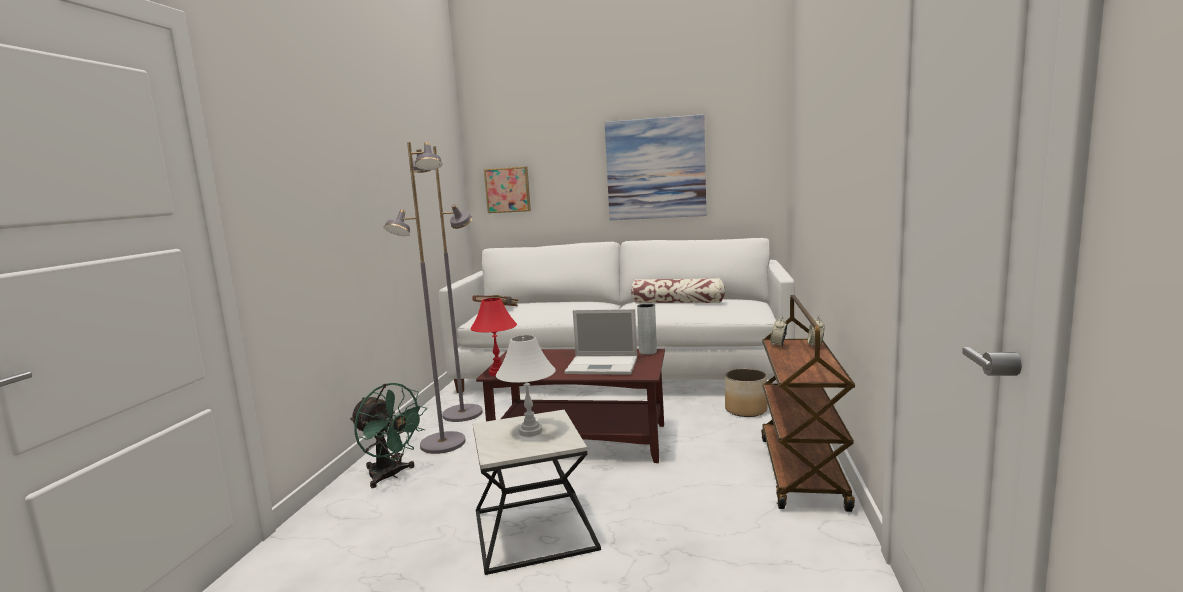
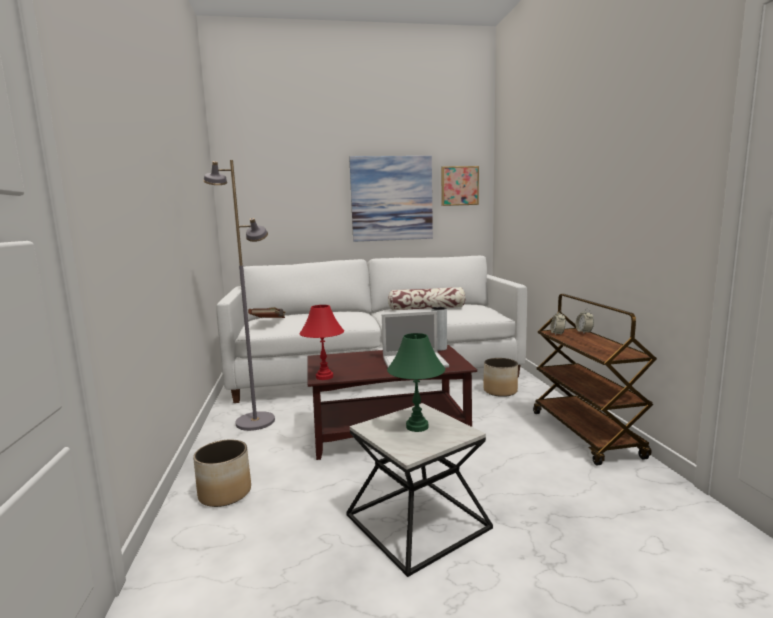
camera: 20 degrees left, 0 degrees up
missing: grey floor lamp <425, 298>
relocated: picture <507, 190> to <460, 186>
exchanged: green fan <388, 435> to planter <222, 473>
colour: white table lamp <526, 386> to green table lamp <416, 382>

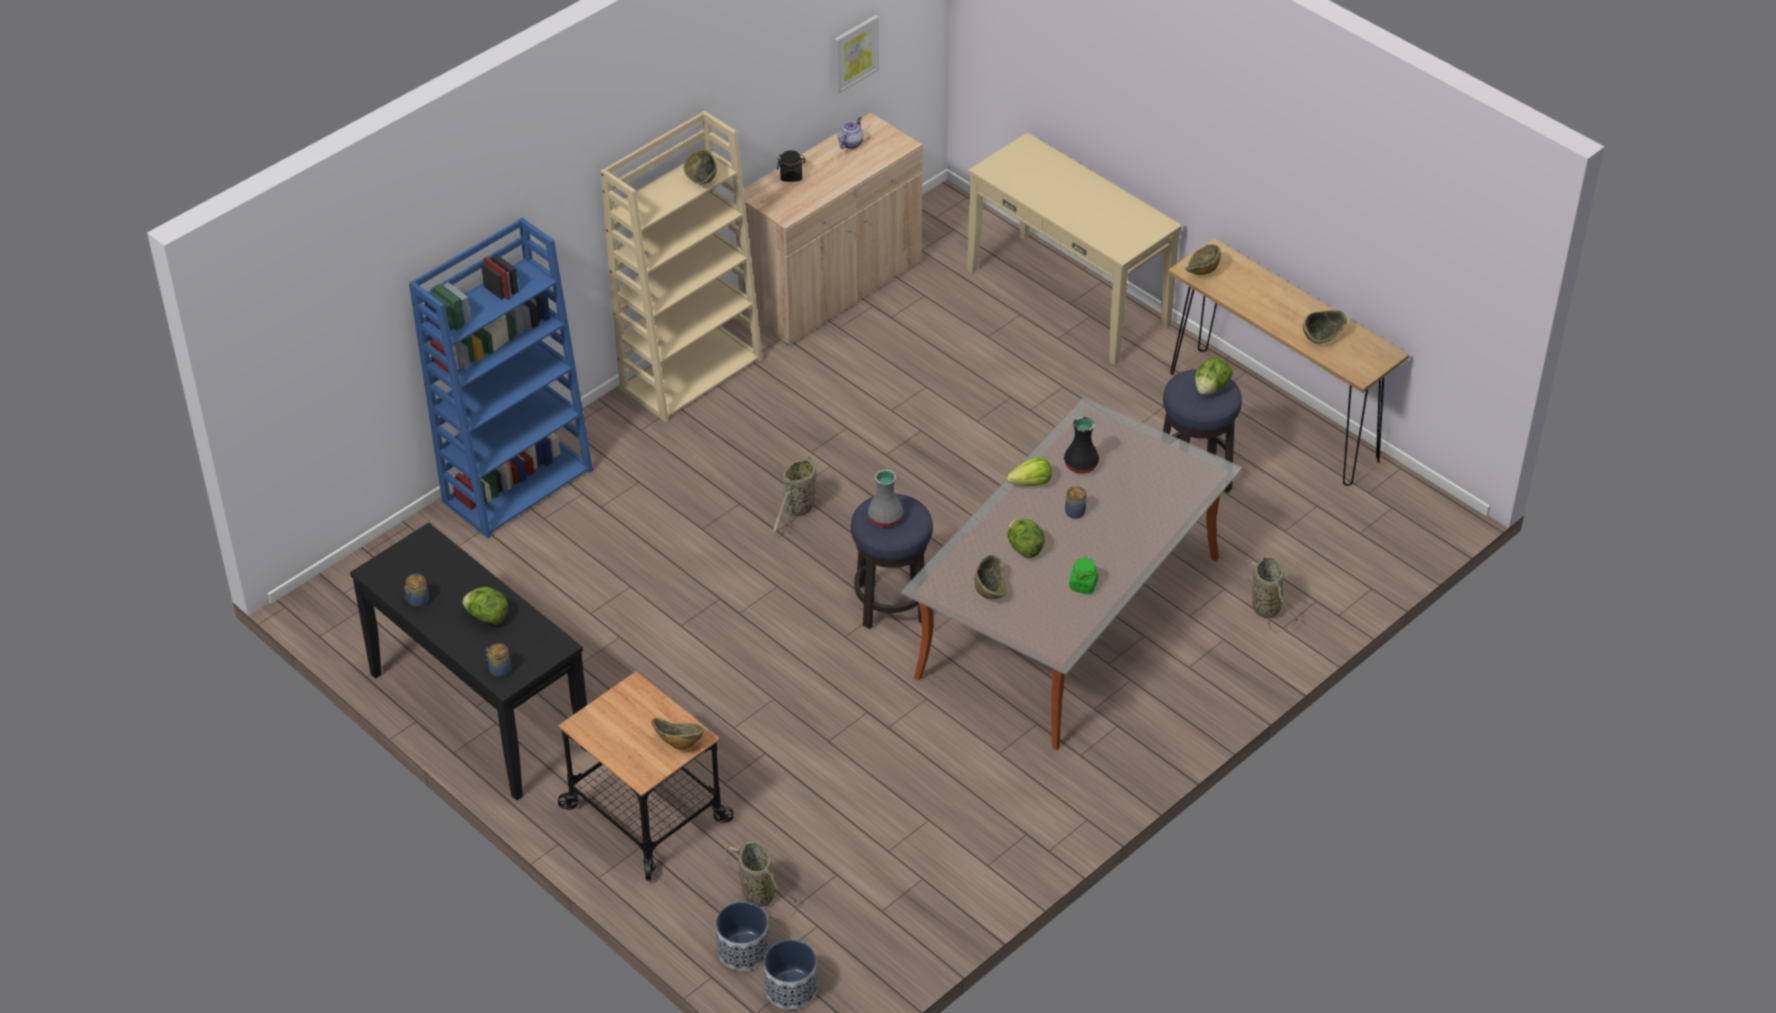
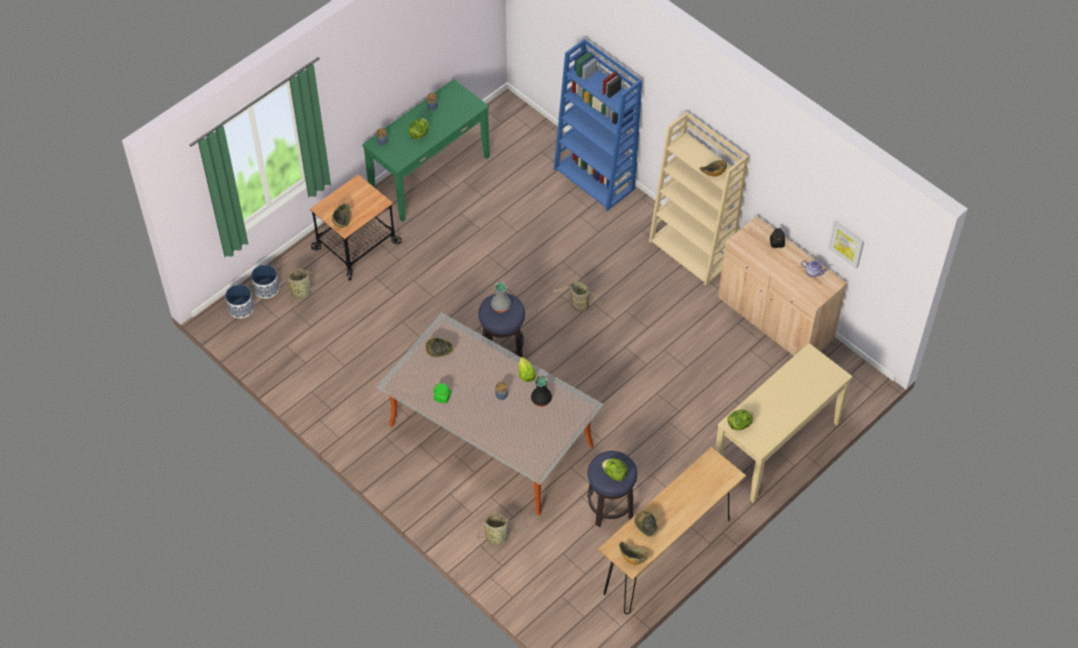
camera: 90 degrees right, 10 degrees up
relocated: bowl <1203, 259> to <633, 553>; lettuce <1026, 538> to <741, 419>
colour: black console table <468, 662> to green console table <426, 150>

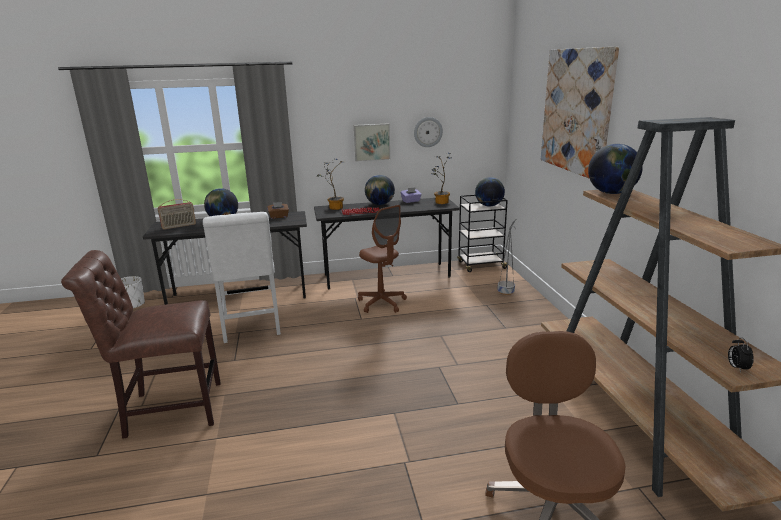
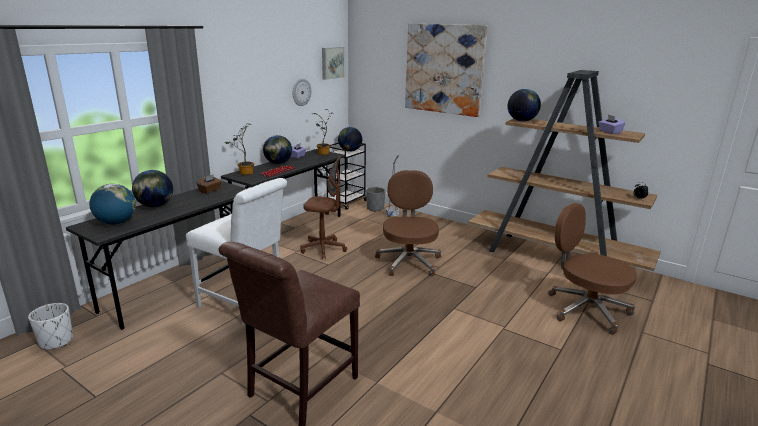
camera: 45 degrees left, 0 degrees up
appeared: purple tissue box <612, 124>; brown office chair <408, 223>; grey planter <375, 199>
relocated: picture <372, 142> to <333, 63>
exchanged: radio <177, 214> to globe <112, 204>

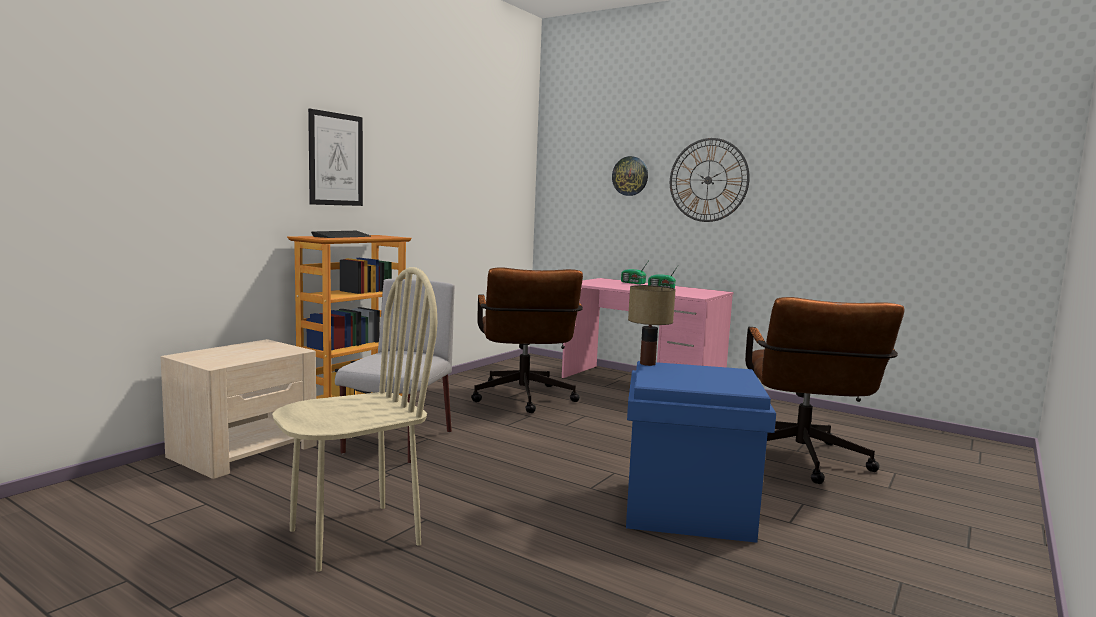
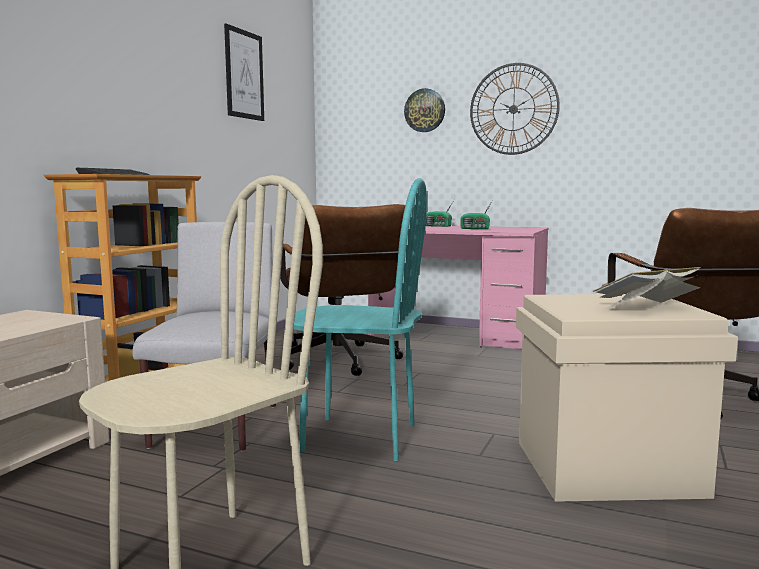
camera: 10 degrees left, 0 degrees up
missing: table lamp <652, 325>
appeared: turquoise chair <356, 319>; book <647, 288>
relocated: picture <335, 157> to <244, 72>
colour: blue storage box <701, 452> to beige storage box <627, 398>

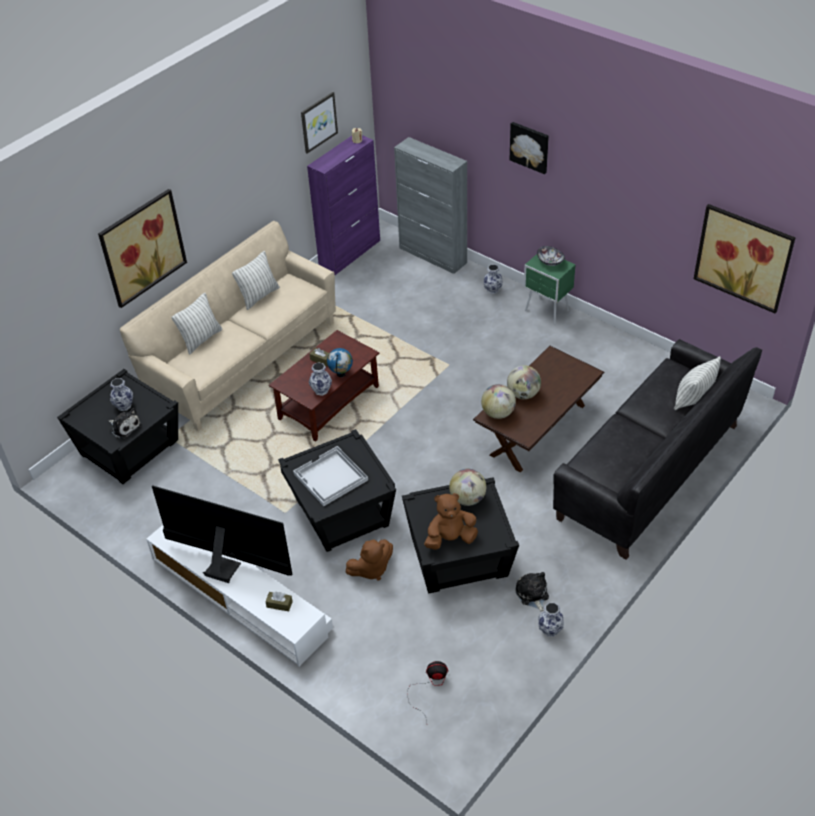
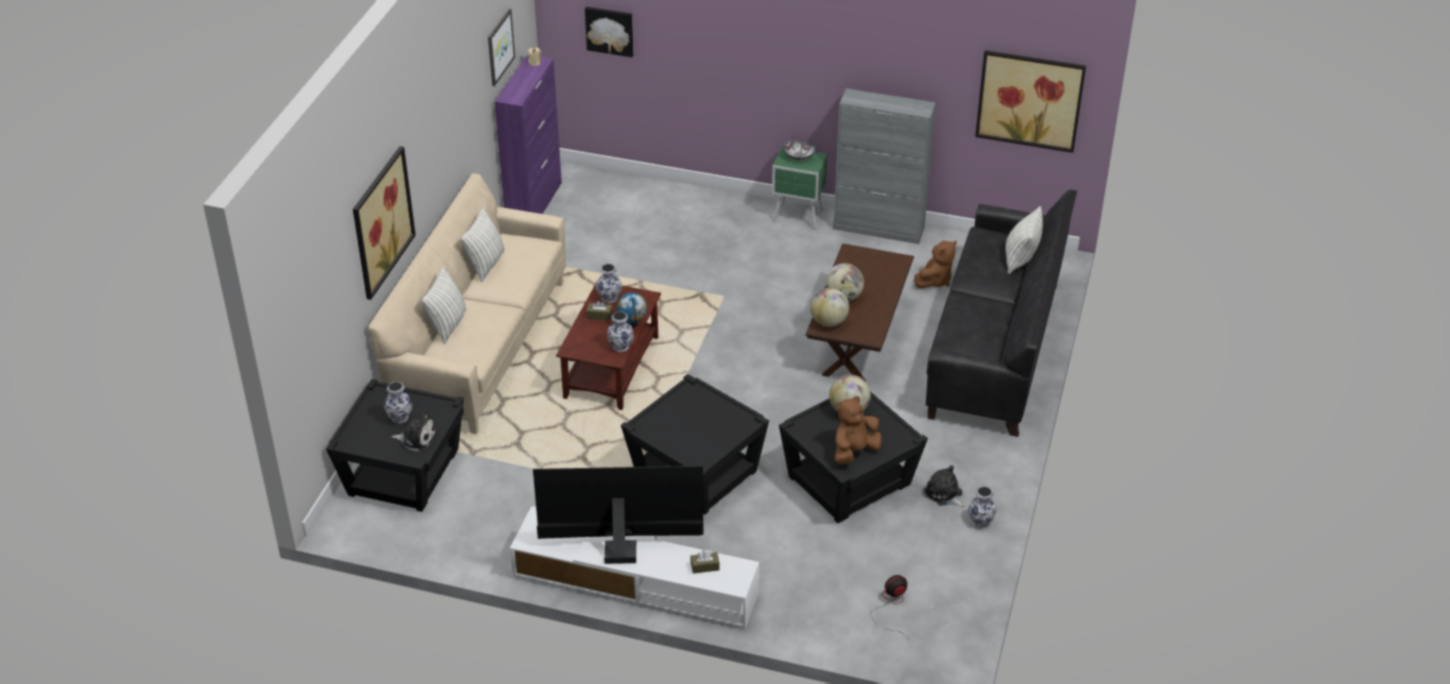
camera: 25 degrees left, 5 degrees down
missing: white tray <330, 476>
relocated: picture <529, 148> to <609, 32>; grey cabinet <430, 205> to <884, 166>; vase <493, 279> to <608, 283>; brown plush toy <369, 560> to <935, 264>

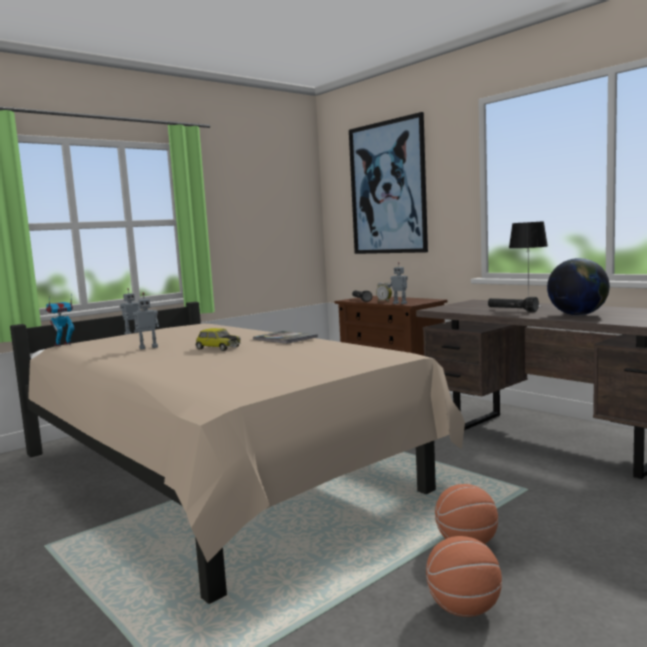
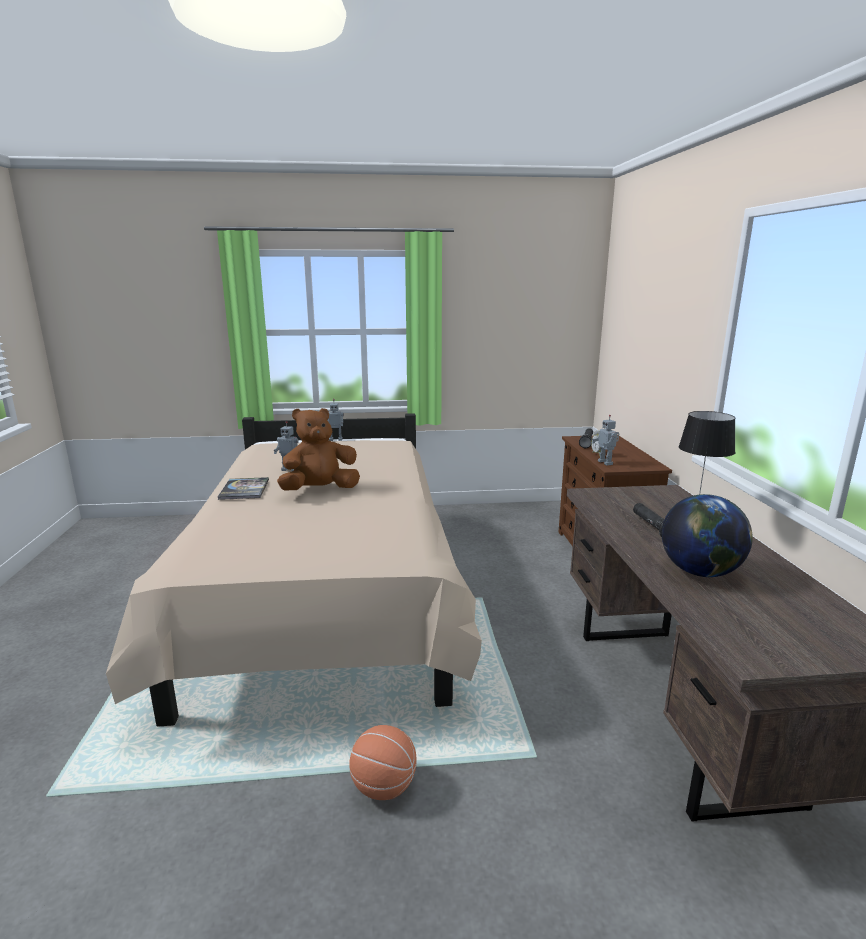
camera: 35 degrees right, 10 degrees up
missing: picture <388, 183>; toy robot <60, 320>; basketball <464, 576>
relocated: book <285, 337> to <243, 488>
exchanged: toy car <218, 339> to brown plush toy <318, 449>

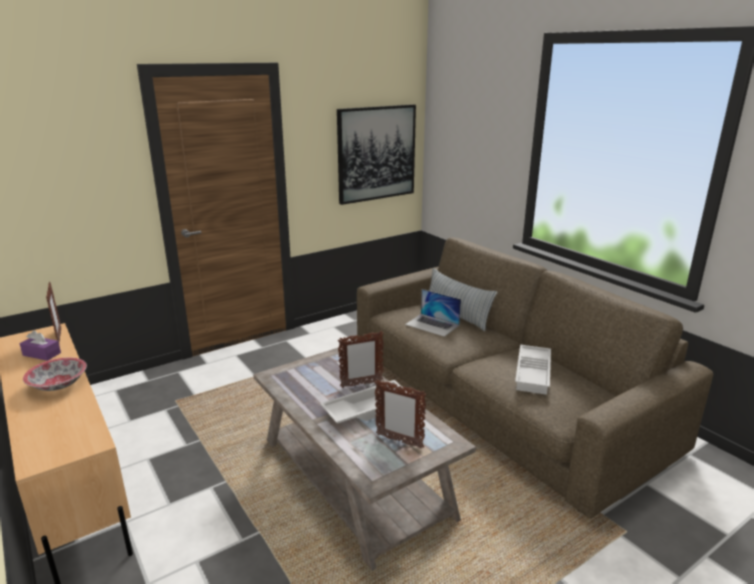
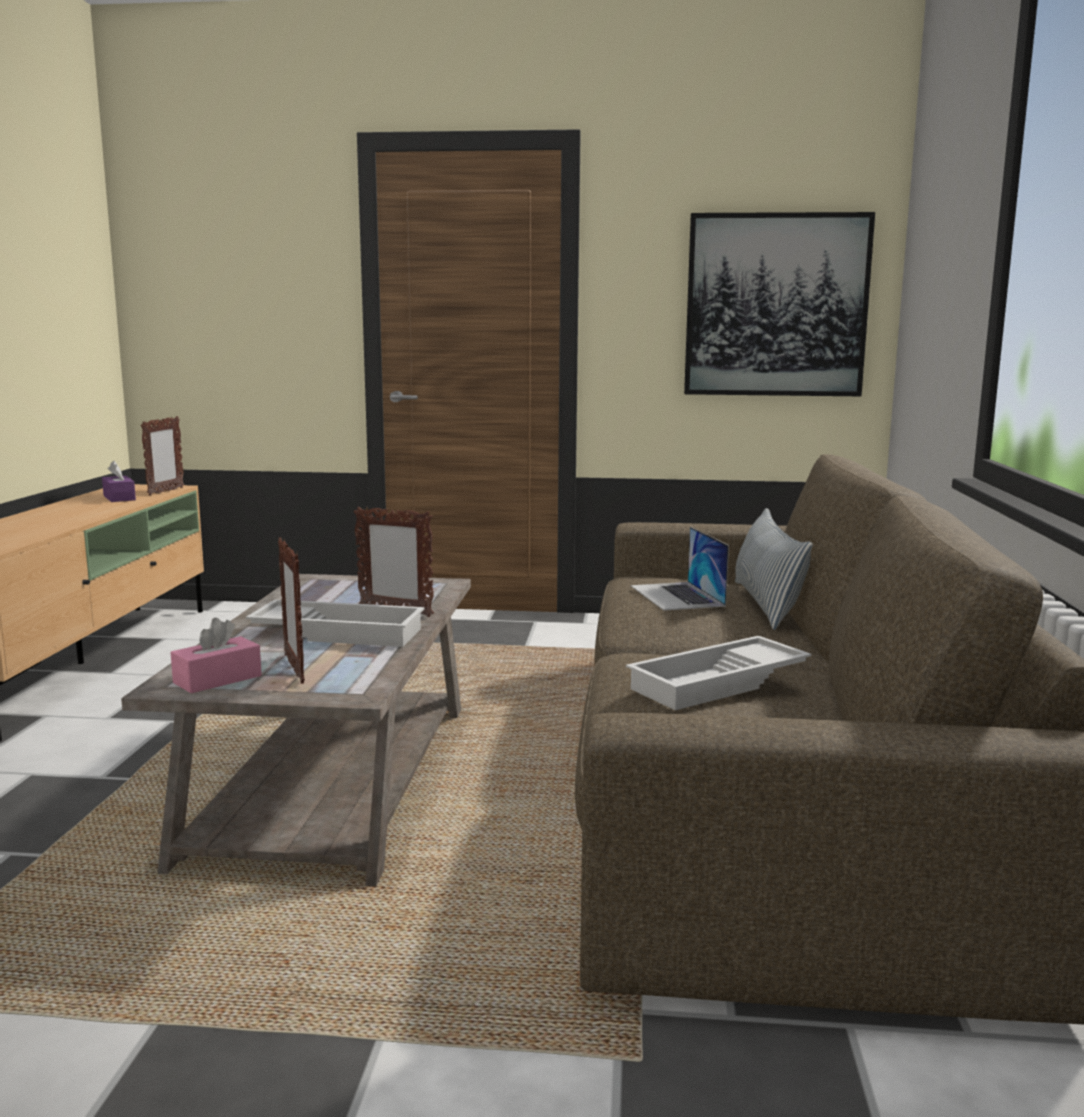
camera: 40 degrees right, 10 degrees down
missing: bowl <55, 374>
appeared: pink tissue box <216, 655>

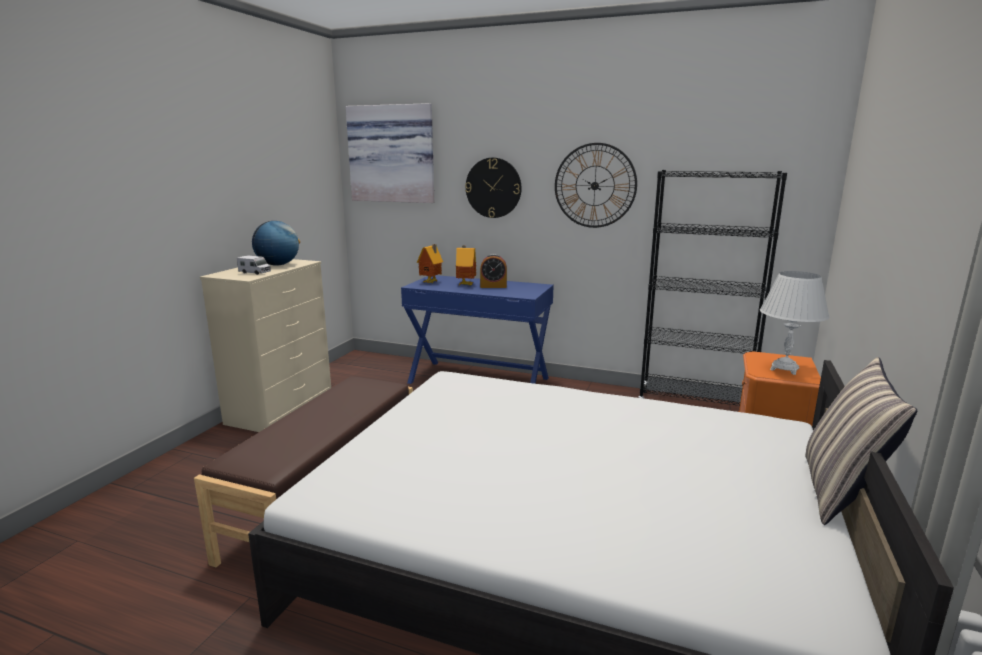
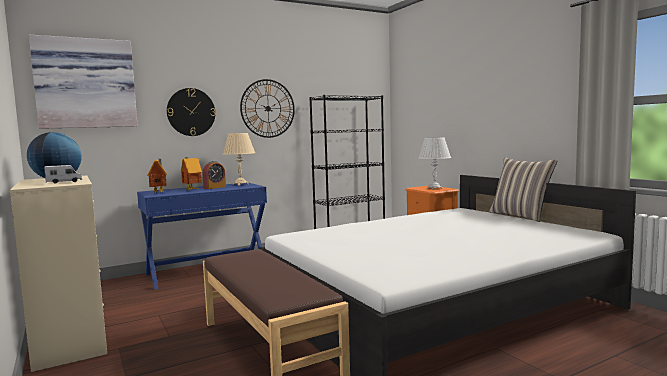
camera: 50 degrees left, 10 degrees down
appeared: beige table lamp <239, 159>

